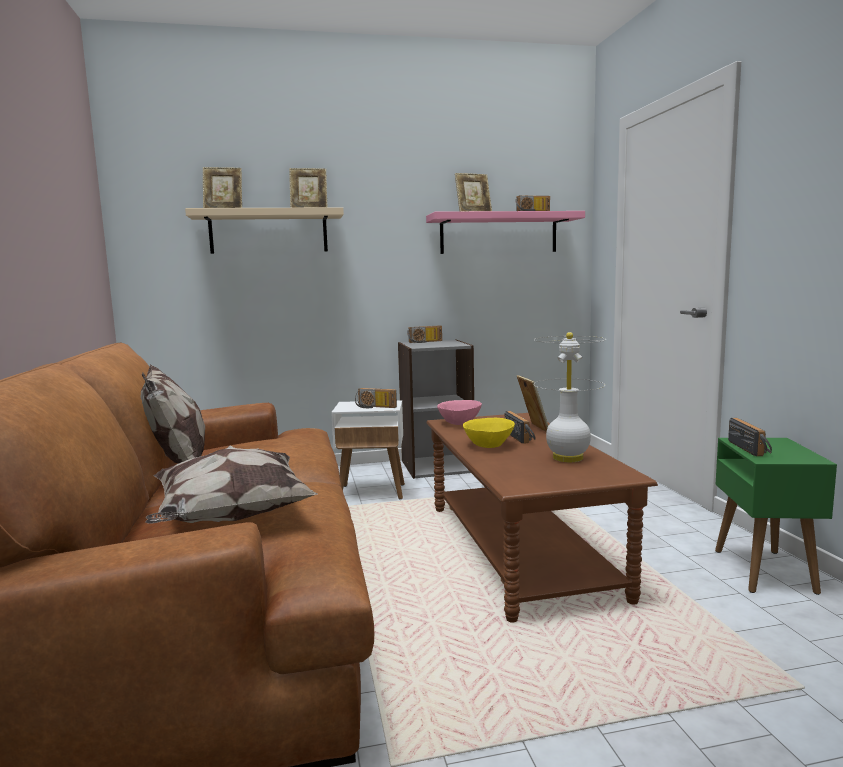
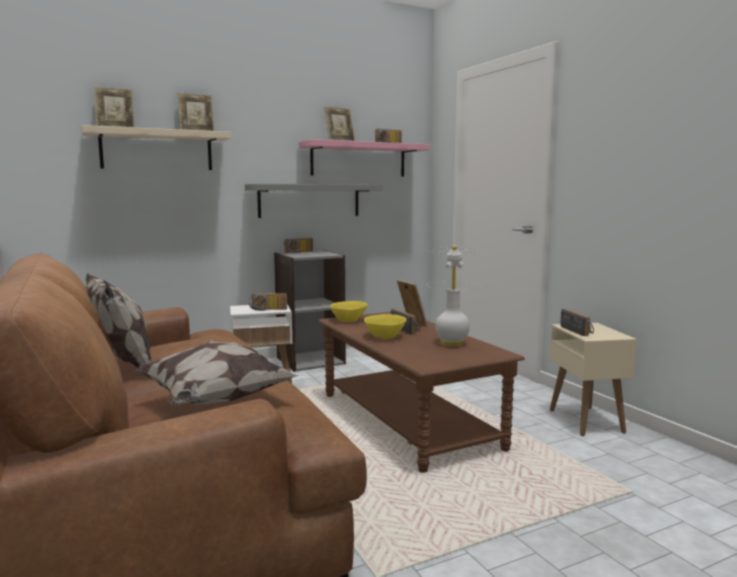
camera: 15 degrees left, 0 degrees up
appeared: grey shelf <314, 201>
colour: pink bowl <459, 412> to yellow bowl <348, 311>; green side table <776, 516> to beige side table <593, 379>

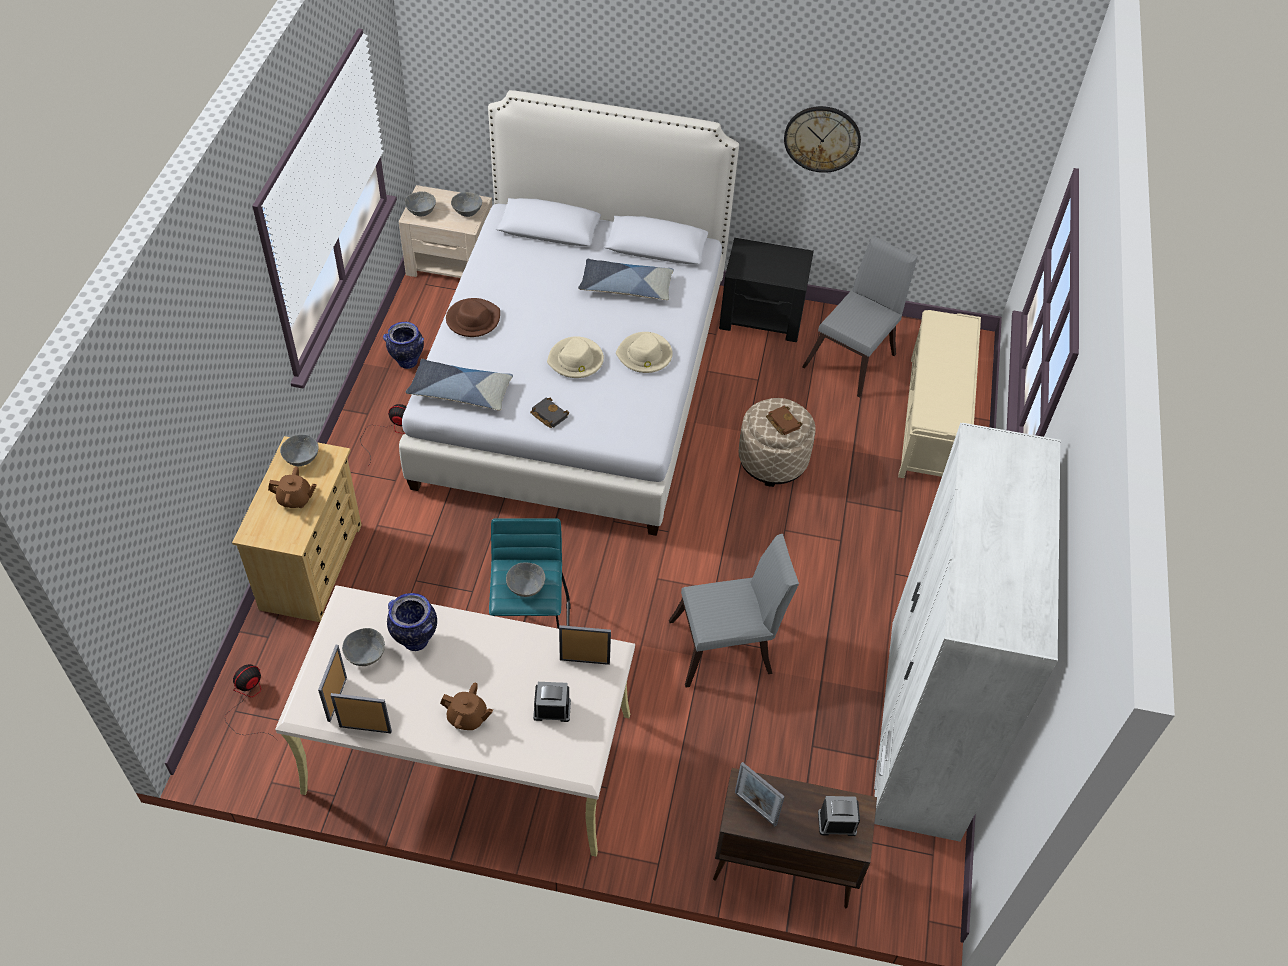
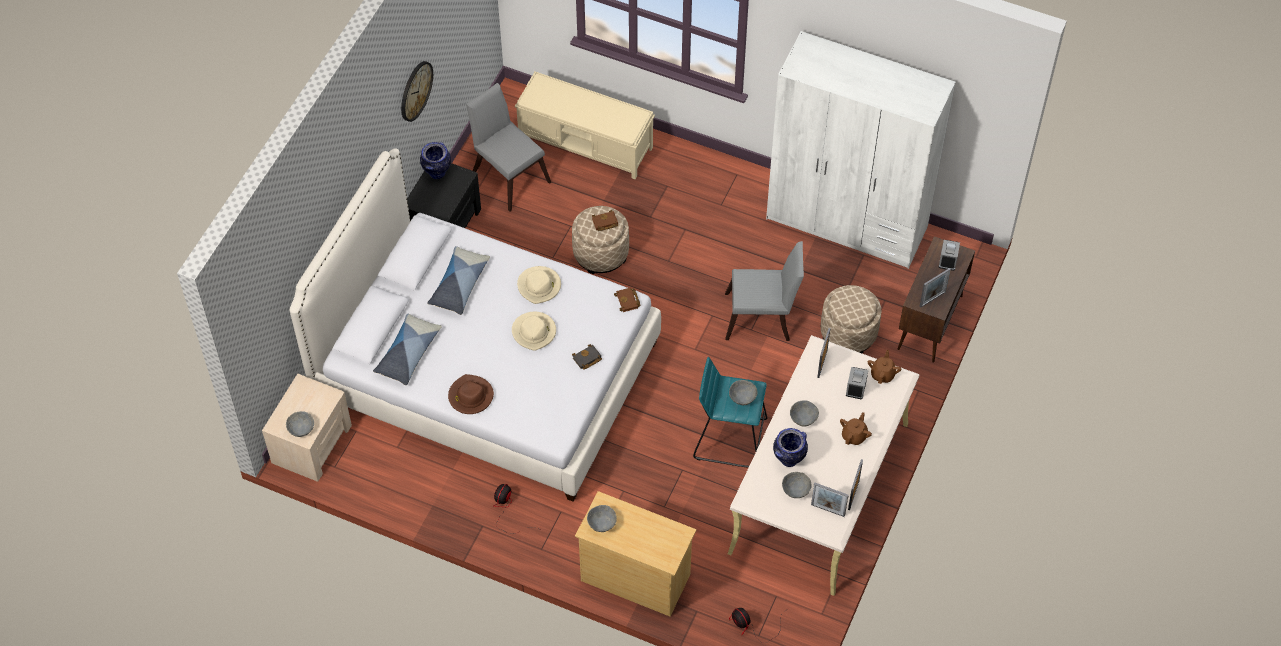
camera: 75 degrees left, 5 degrees up
appeared: beige ottoman <851, 319>; brown book <627, 299>
relocated: grey bowl <466, 204> to <804, 413>; vase <403, 345> to <435, 160>; pillow <459, 385> to <407, 349>; brown teapot <292, 487> to <884, 367>
spun: grey chair <734, 610> = <764, 291> 90 degrees clockwise

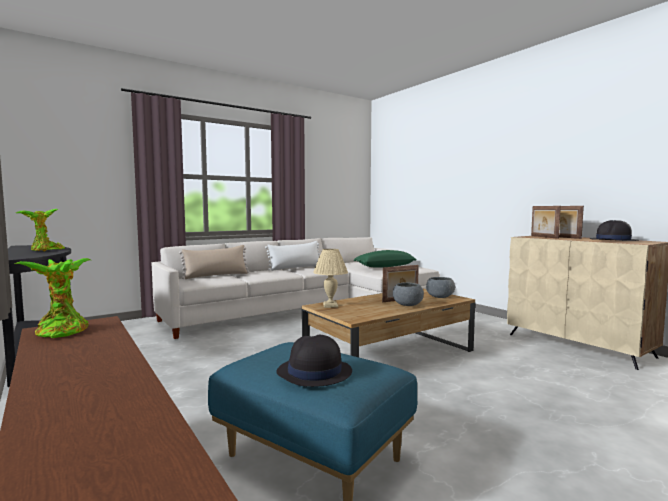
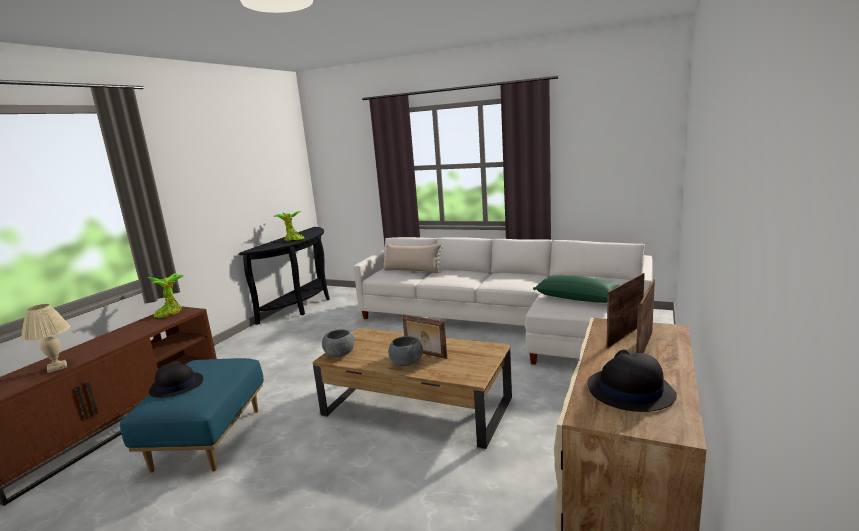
camera: 60 degrees right, 10 degrees up
missing: white pillow <292, 256>
relocated: beige table lamp <330, 278> to <45, 338>; grey bowl <440, 287> to <338, 343>

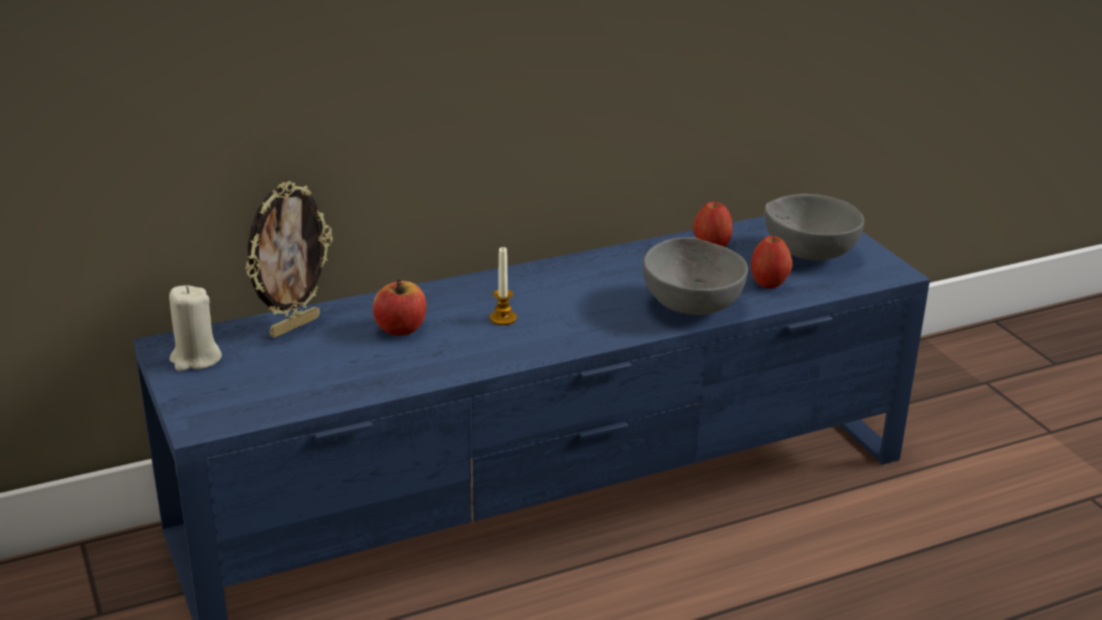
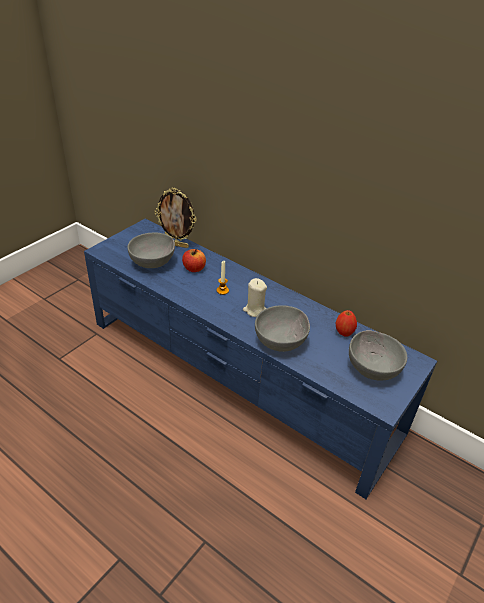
camera: 60 degrees right, 10 degrees up
missing: apple <771, 262>
appeared: grey bowl <151, 250>
relocated: beige candle <195, 328> to <255, 297>

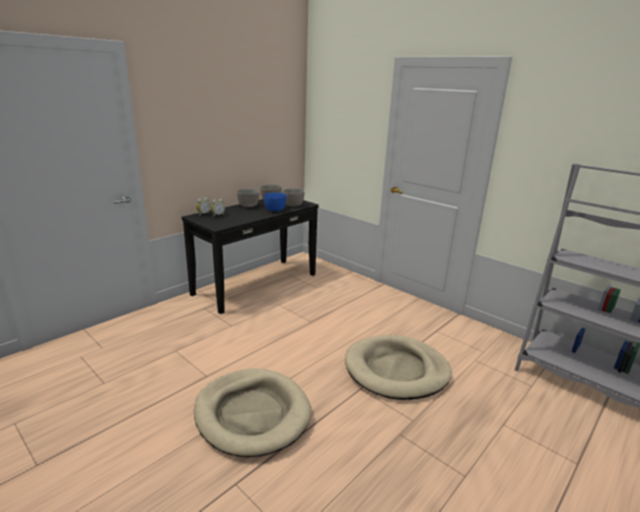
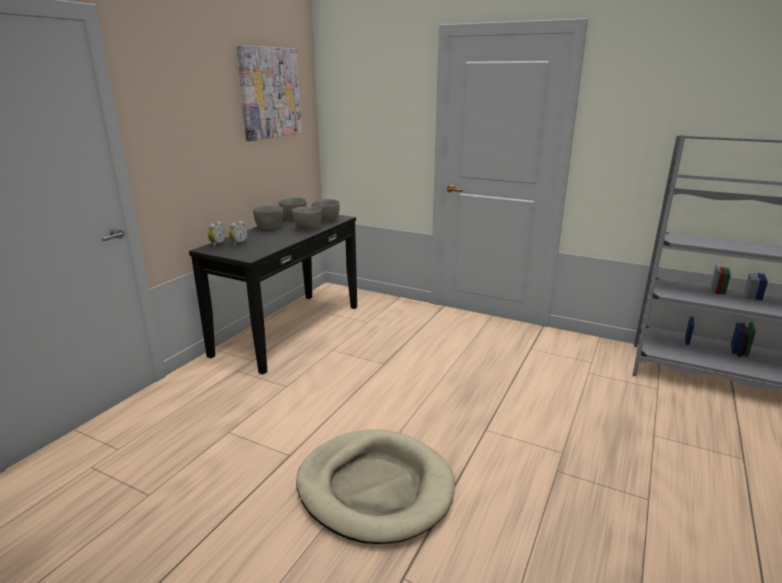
camera: 15 degrees left, 0 degrees up
missing: beige dog bed <398, 367>
appeared: picture <269, 93>
colour: blue bowl <275, 202> to grey bowl <307, 218>

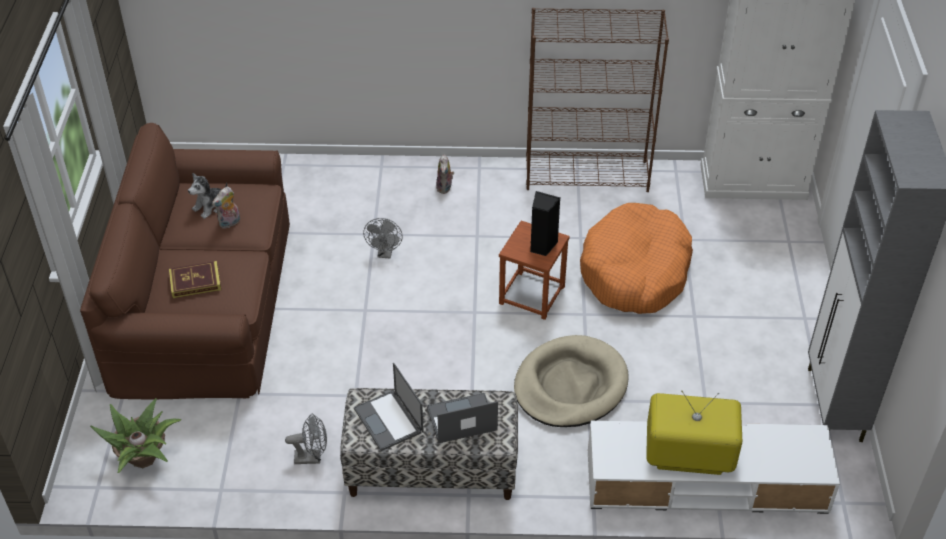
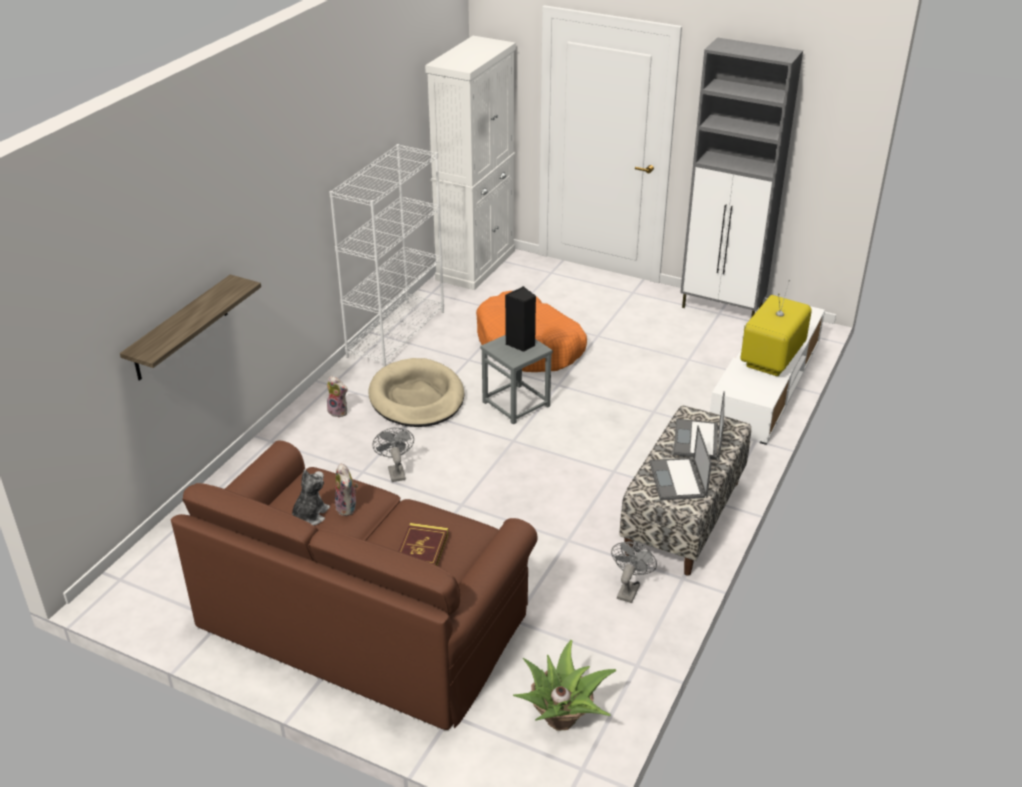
camera: 65 degrees left, 10 degrees down
appeared: shelf <190, 328>
relocated: beige dog bed <571, 381> to <416, 392>
colour: brown bookcase <597, 100> to white bookcase <386, 255>; brown stool <534, 270> to grey stool <516, 380>
spun: plush toy <207, 196> = <311, 497> 135 degrees counterclockwise; grey fan <383, 238> = <393, 455> 135 degrees counterclockwise; laptop <389, 407> = <680, 462> 90 degrees clockwise

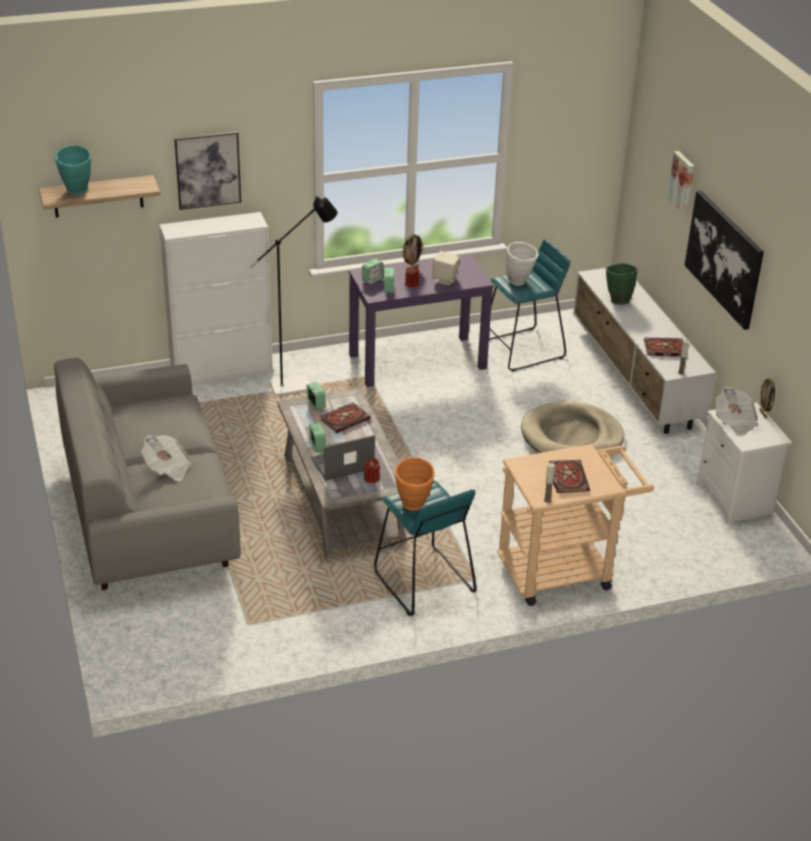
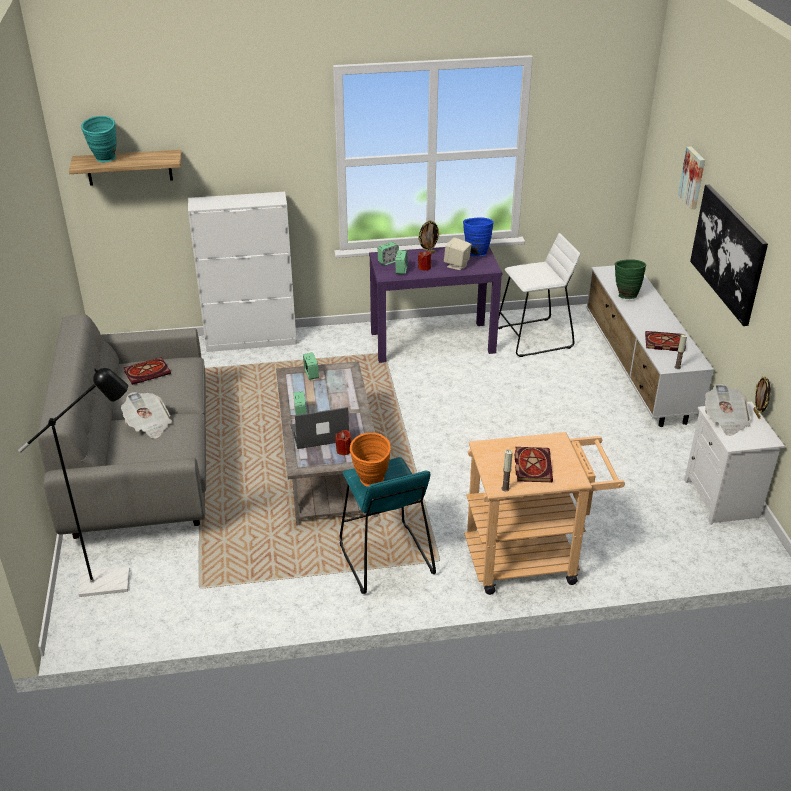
camera: 10 degrees right, 0 degrees up
missing: picture <207, 170>; white vase <522, 264>; beige dog bed <572, 427>
appeared: blue vase <478, 237>
relocated: black floor lamp <293, 296> to <74, 482>; book <345, 417> to <147, 371>
colour: turquoise stool <529, 305> to white stool <539, 295>

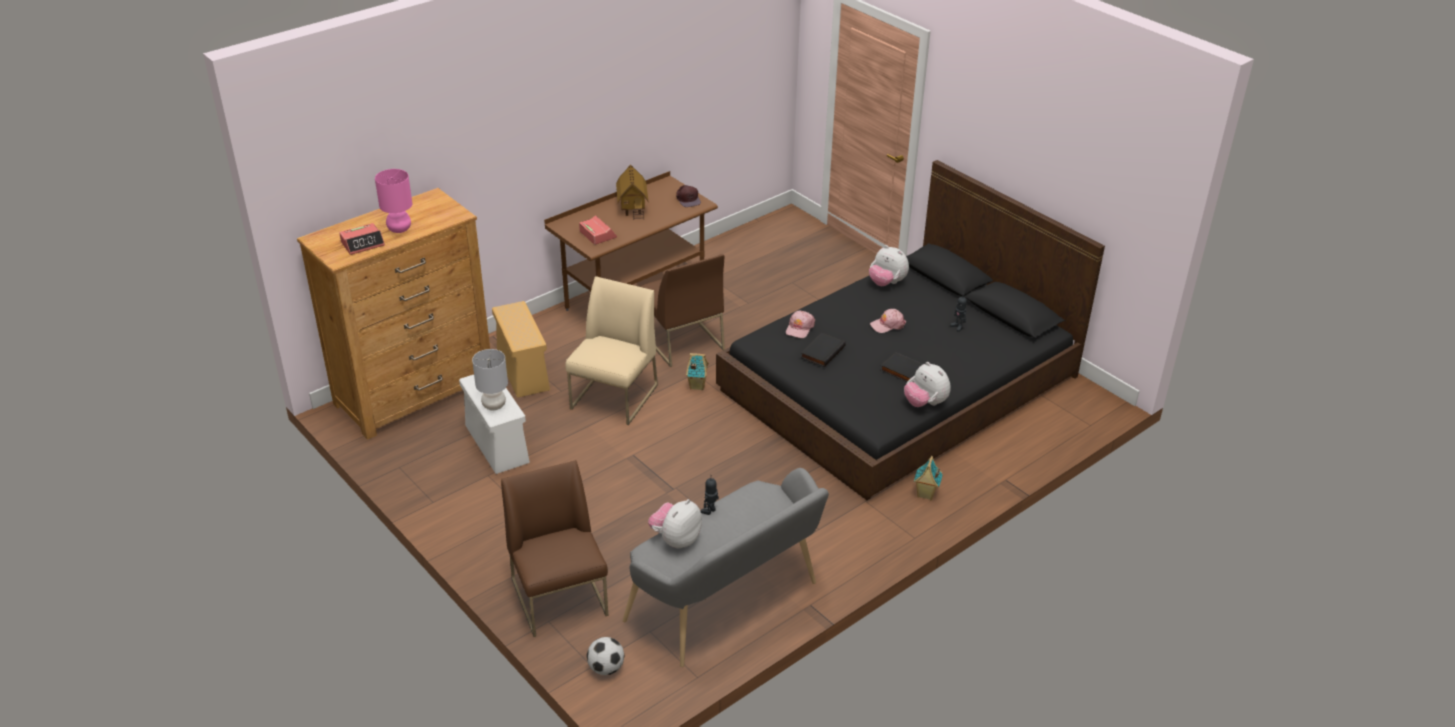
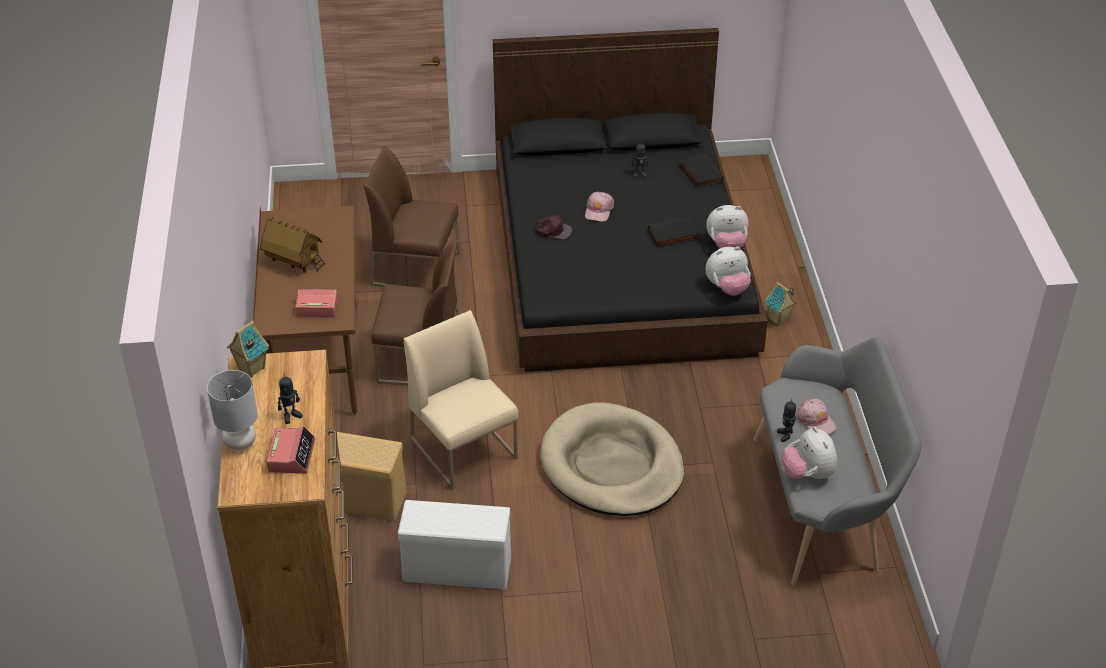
camera: 55 degrees left, 5 degrees up
missing: football <605, 656>
appeared: beige dog bed <612, 459>
relocated: brown cap <688, 196> to <553, 226>; plush toy <889, 265> to <728, 271>; pink cap <800, 324> to <816, 416>; black book <823, 350> to <701, 171>; grey table lamp <490, 379> to <232, 410>; toy house <697, 371> to <248, 349>; brown chair <554, 548> to <411, 216>
exchanged: pink table lamp <393, 201> to toy robot <290, 398>

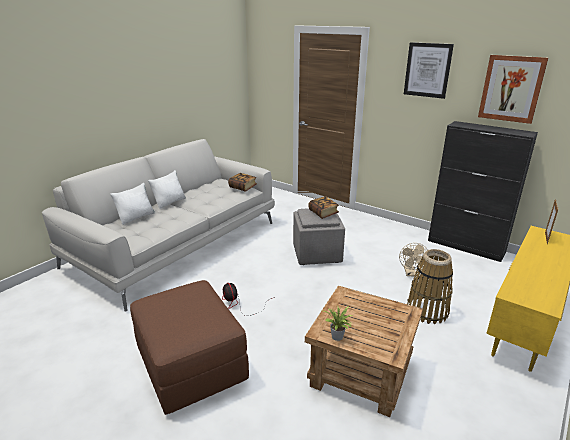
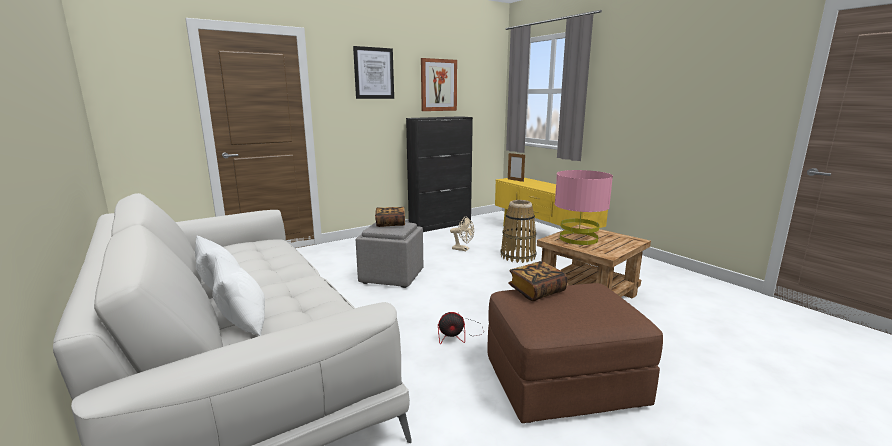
camera: 70 degrees left, 10 degrees down
missing: potted plant <338, 323>
appeared: pink table lamp <584, 207>
relocated: book <242, 182> to <538, 281>

